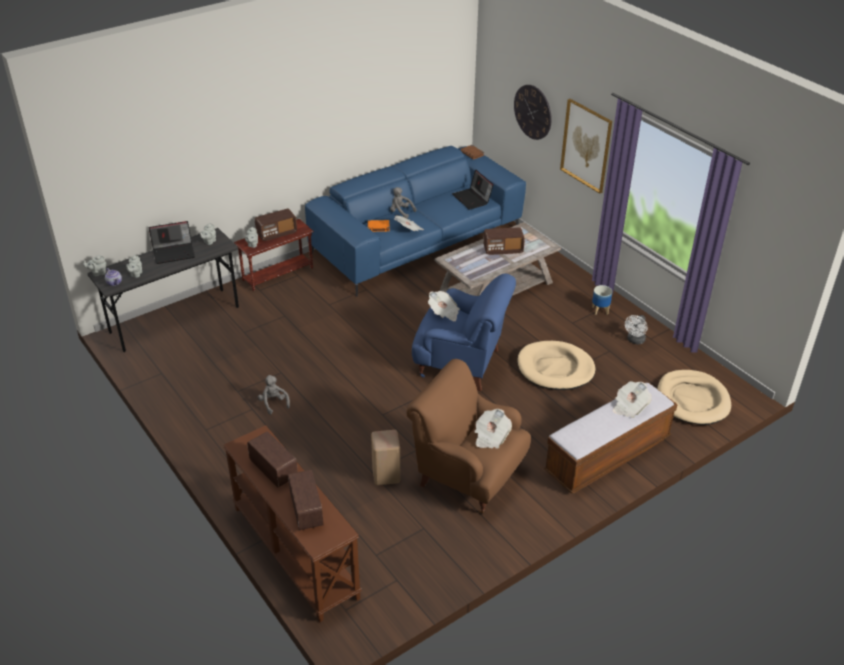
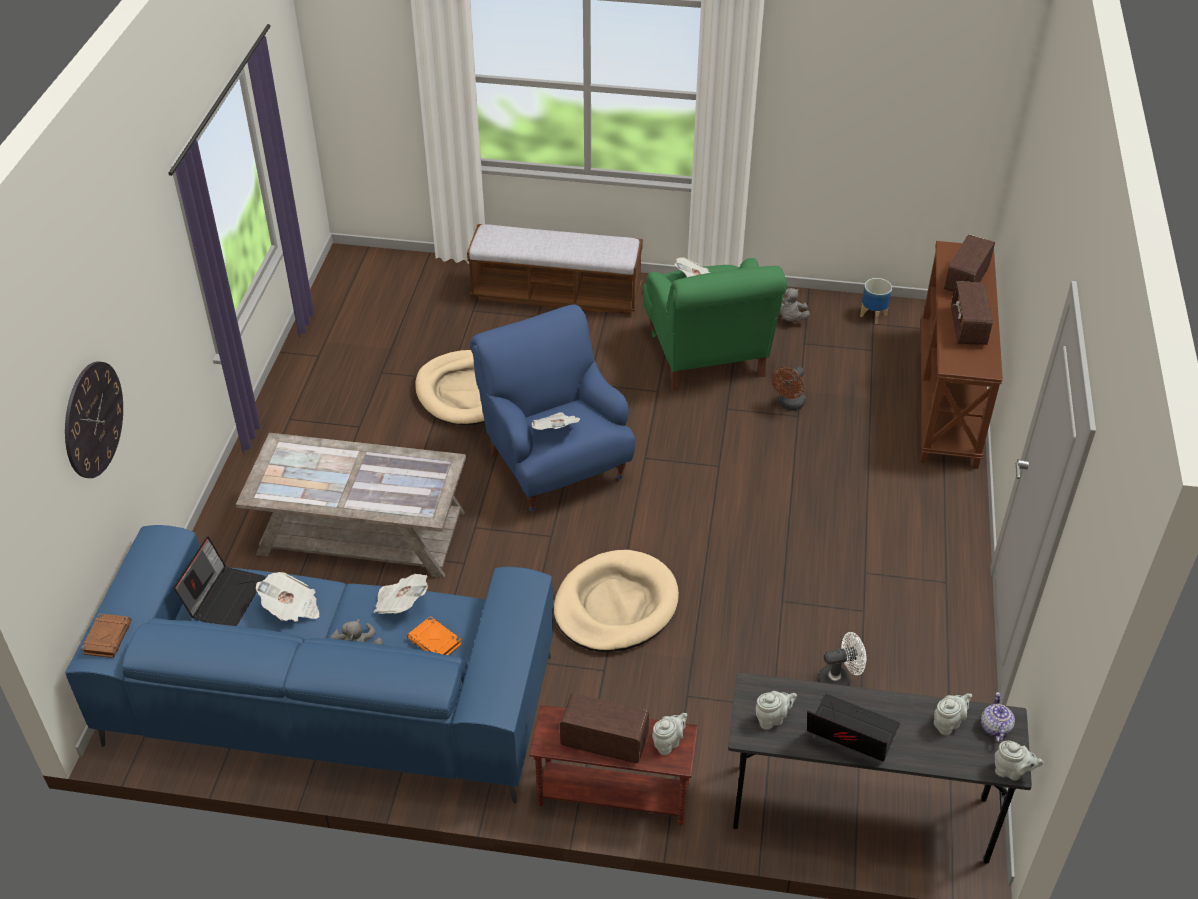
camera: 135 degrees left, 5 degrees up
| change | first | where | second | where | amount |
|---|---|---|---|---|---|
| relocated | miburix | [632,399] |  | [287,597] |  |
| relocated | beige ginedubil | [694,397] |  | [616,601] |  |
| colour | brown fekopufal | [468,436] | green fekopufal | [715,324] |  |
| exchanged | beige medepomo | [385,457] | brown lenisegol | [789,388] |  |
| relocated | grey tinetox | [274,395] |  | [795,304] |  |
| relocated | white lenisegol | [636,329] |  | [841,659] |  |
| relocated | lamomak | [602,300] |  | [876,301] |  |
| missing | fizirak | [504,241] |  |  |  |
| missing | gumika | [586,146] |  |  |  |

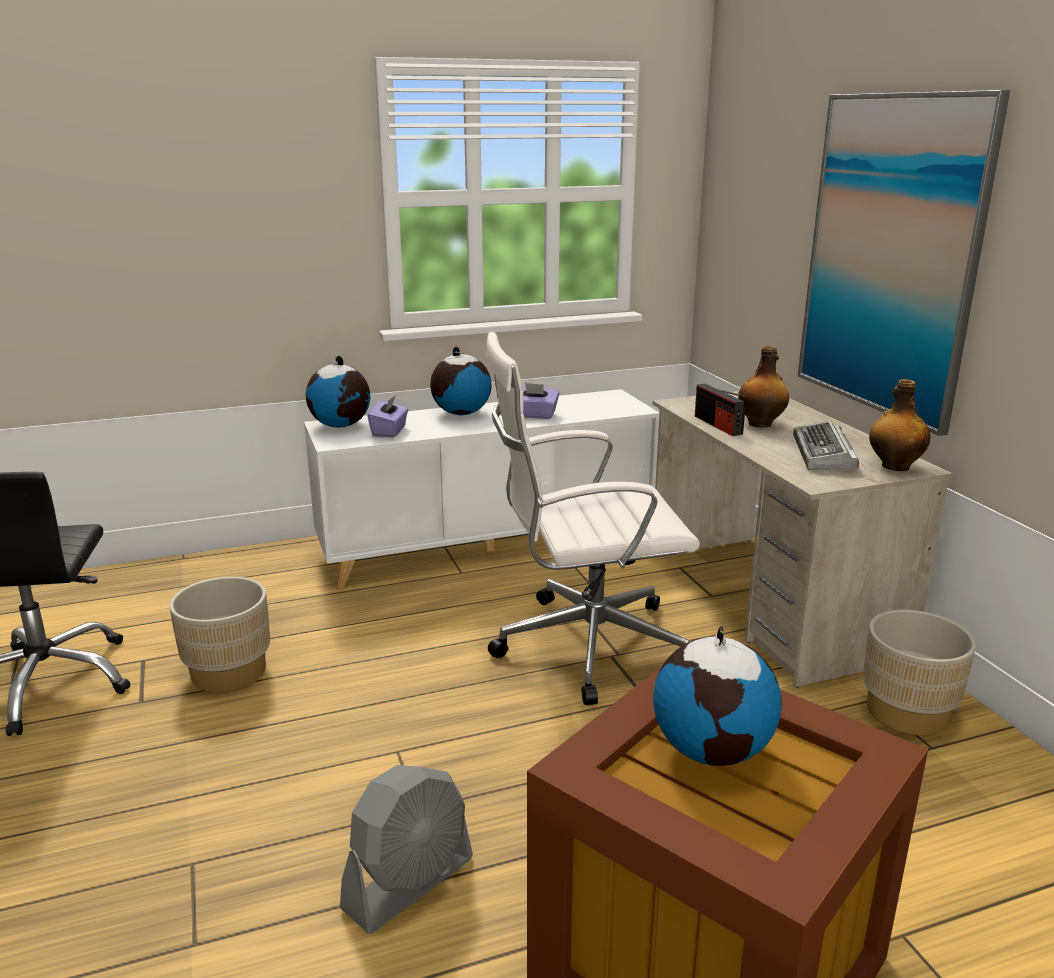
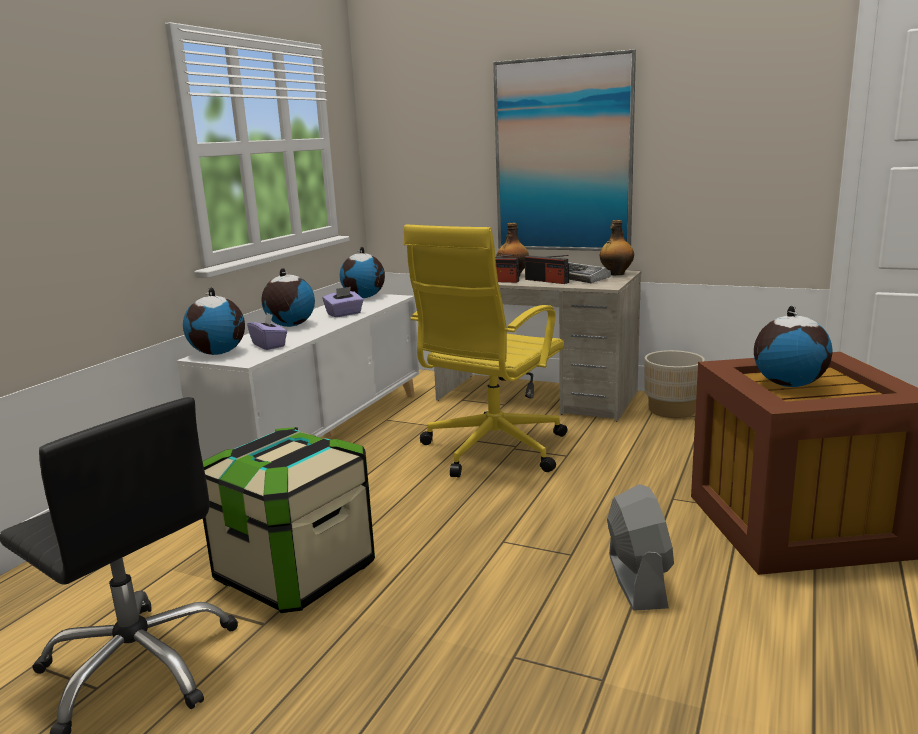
camera: 45 degrees left, 5 degrees down
| change | first | where | second | where | amount |
|---|---|---|---|---|---|
| exchanged | beige lamomak | [219,634] | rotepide | [289,520] |  |
| appeared |  |  | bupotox | [362,272] |  |
| colour | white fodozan | [593,518] | yellow fodozan | [485,351] |  |
| appeared |  |  | fizirak | [547,269] |  |

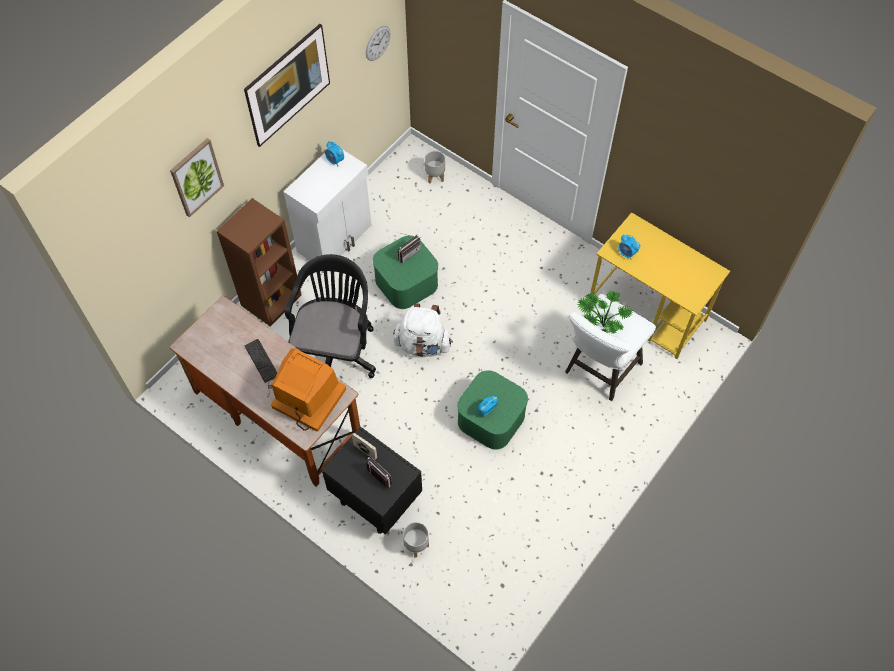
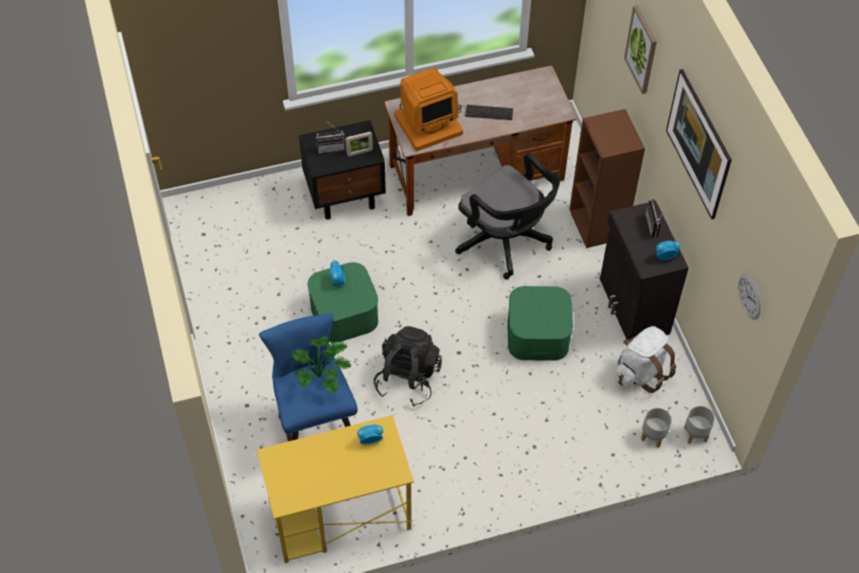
camera: 125 degrees right, 5 degrees down
| change | first | where | second | where | amount |
|---|---|---|---|---|---|
| colour | white medepomo | [610,347] | blue medepomo | [308,377] |  |
| appeared |  |  | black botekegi | [408,366] |  |
| colour | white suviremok | [327,204] | black suviremok | [644,271] |  |
| relocated | white botekegi | [423,330] |  | [645,359] |  |
| relocated | fizirak | [409,248] |  | [656,218] |  |
| relocated | grey lamomak | [416,539] |  | [699,425] |  |

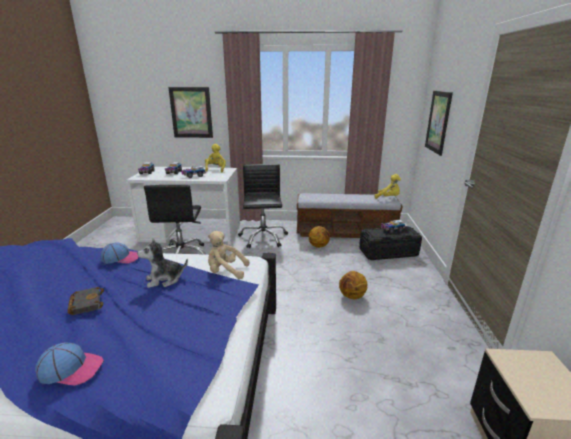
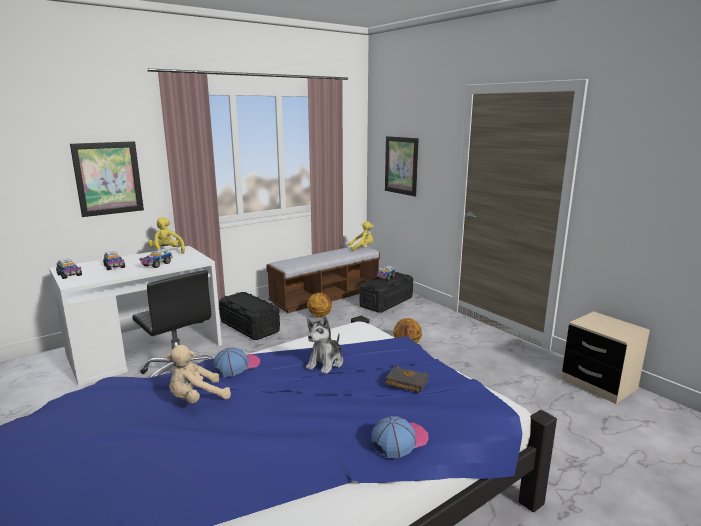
camera: 40 degrees left, 5 degrees down
| change | first | where | second | where | amount |
|---|---|---|---|---|---|
| relocated | beige tinetox | [228,255] |  | [198,374] |  |
| exchanged | black fodozan | [263,206] | black rotepide | [249,316] |  |
| relocated | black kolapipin | [86,301] |  | [407,379] |  |

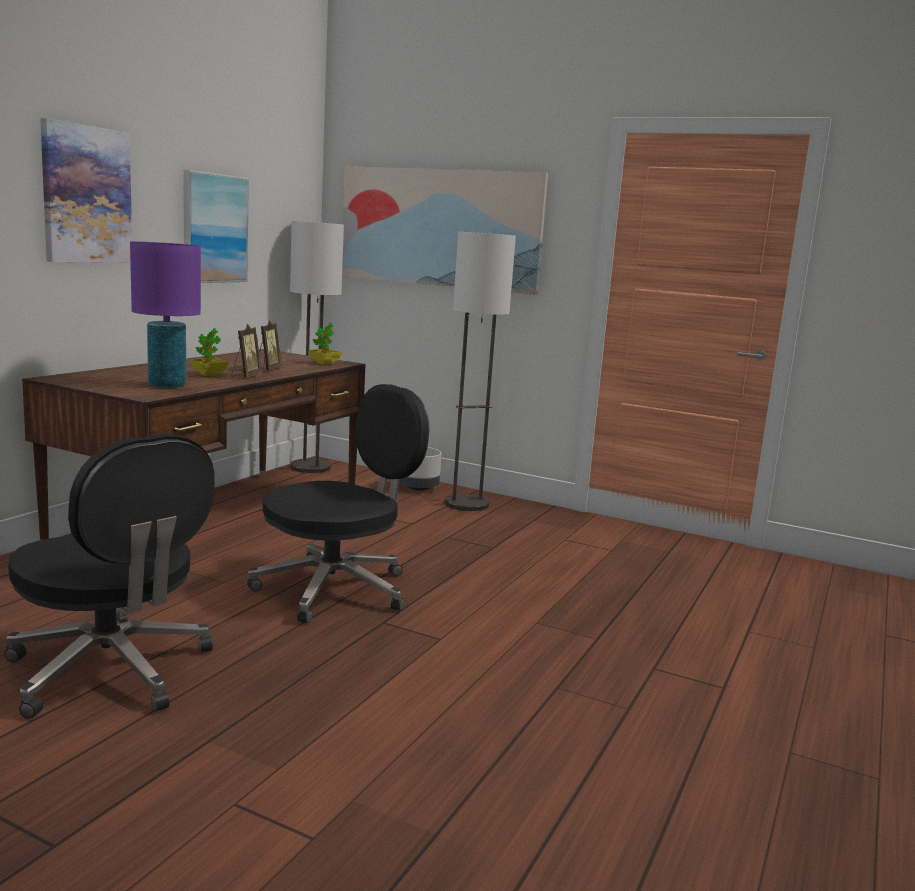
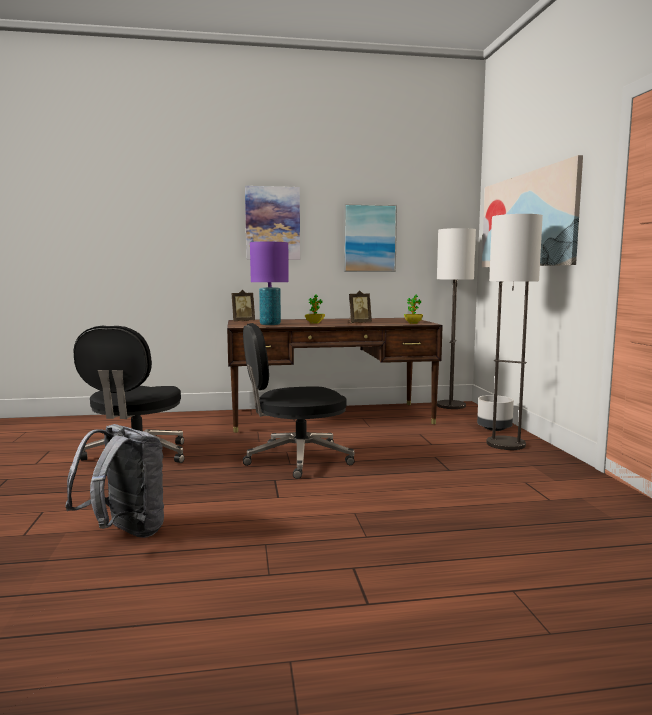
camera: 55 degrees right, 5 degrees down
| change | first | where | second | where | amount |
|---|---|---|---|---|---|
| appeared |  |  | grey botekegi | [114,481] |  |
| relocated | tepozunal | [246,351] |  | [243,305] |  |
| spun | black fodozan | [338,503] |  | [299,401] | 150 degrees clockwise |

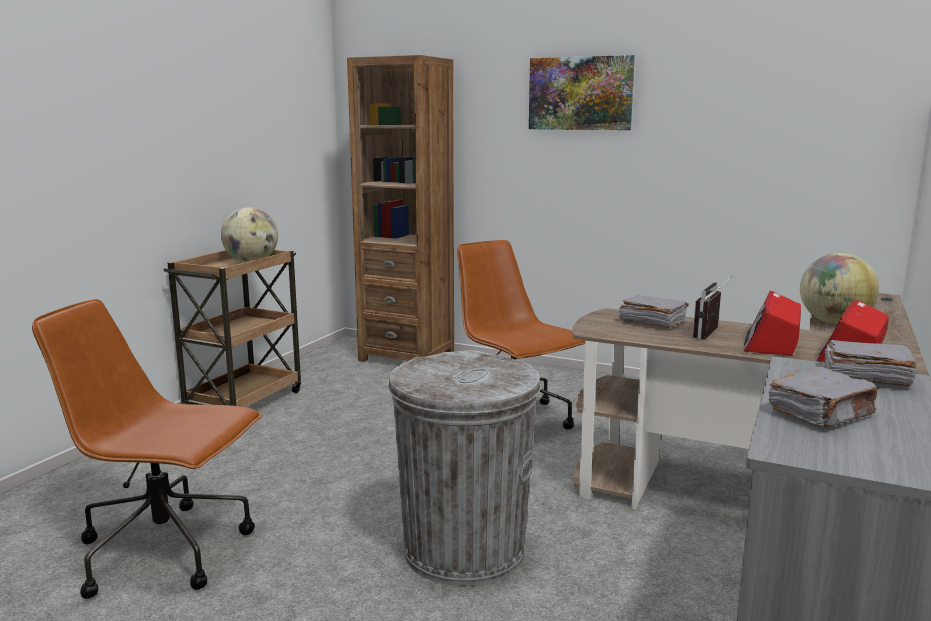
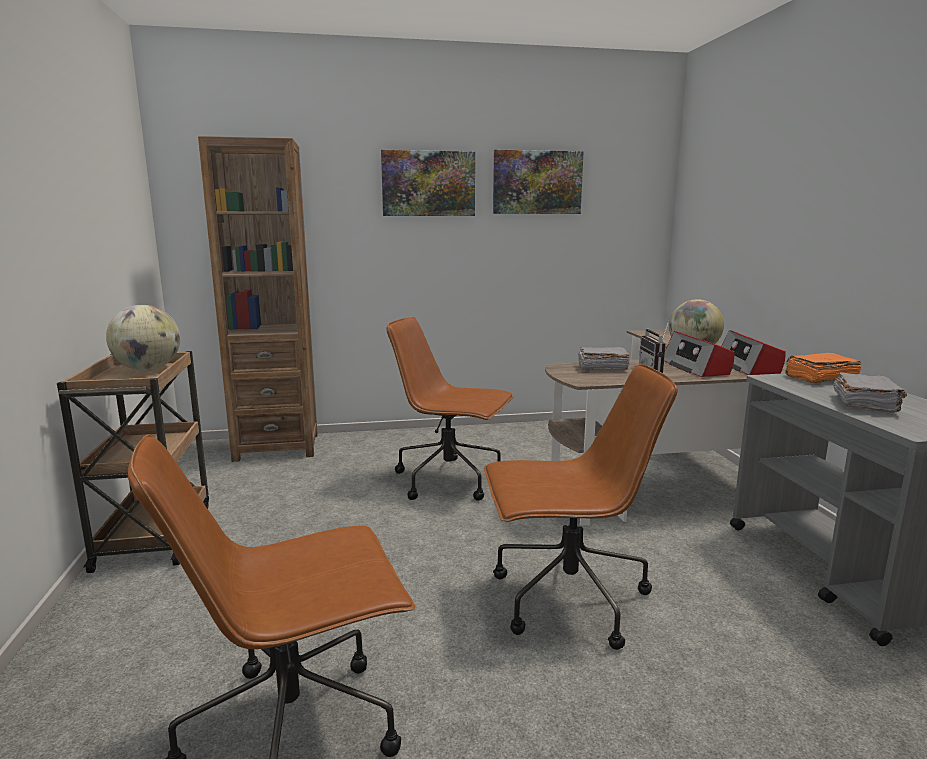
camera: 35 degrees left, 0 degrees up
| change | first | where | second | where | amount |
|---|---|---|---|---|---|
| exchanged | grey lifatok | [464,468] | brown fodozan | [581,507] |  |
| appeared |  |  | gumika | [538,182] |  |
| colour | grey kolapipin | [870,363] | orange kolapipin | [823,368] |  |

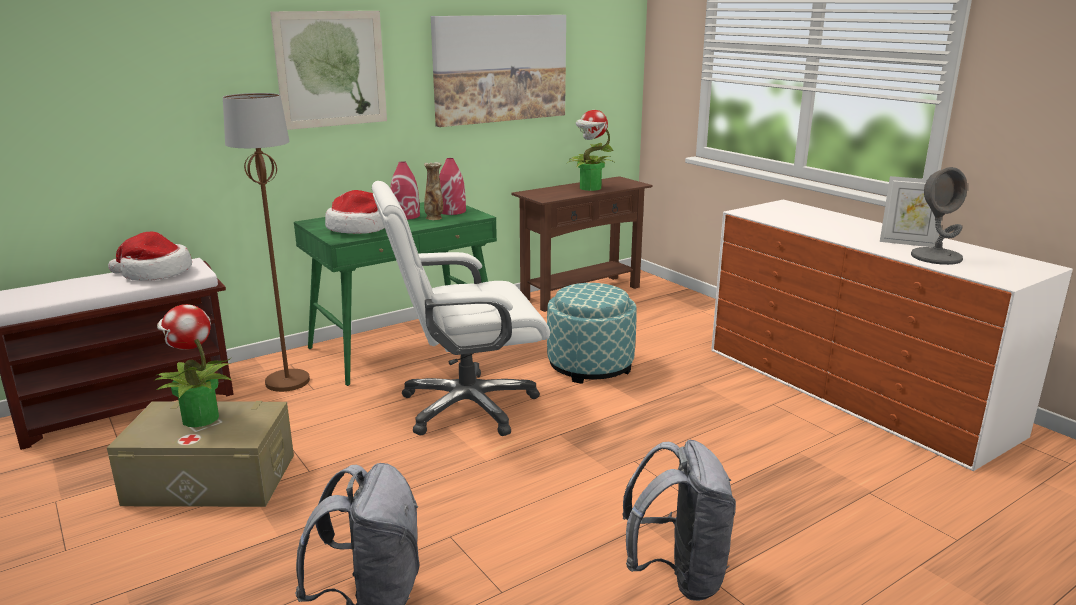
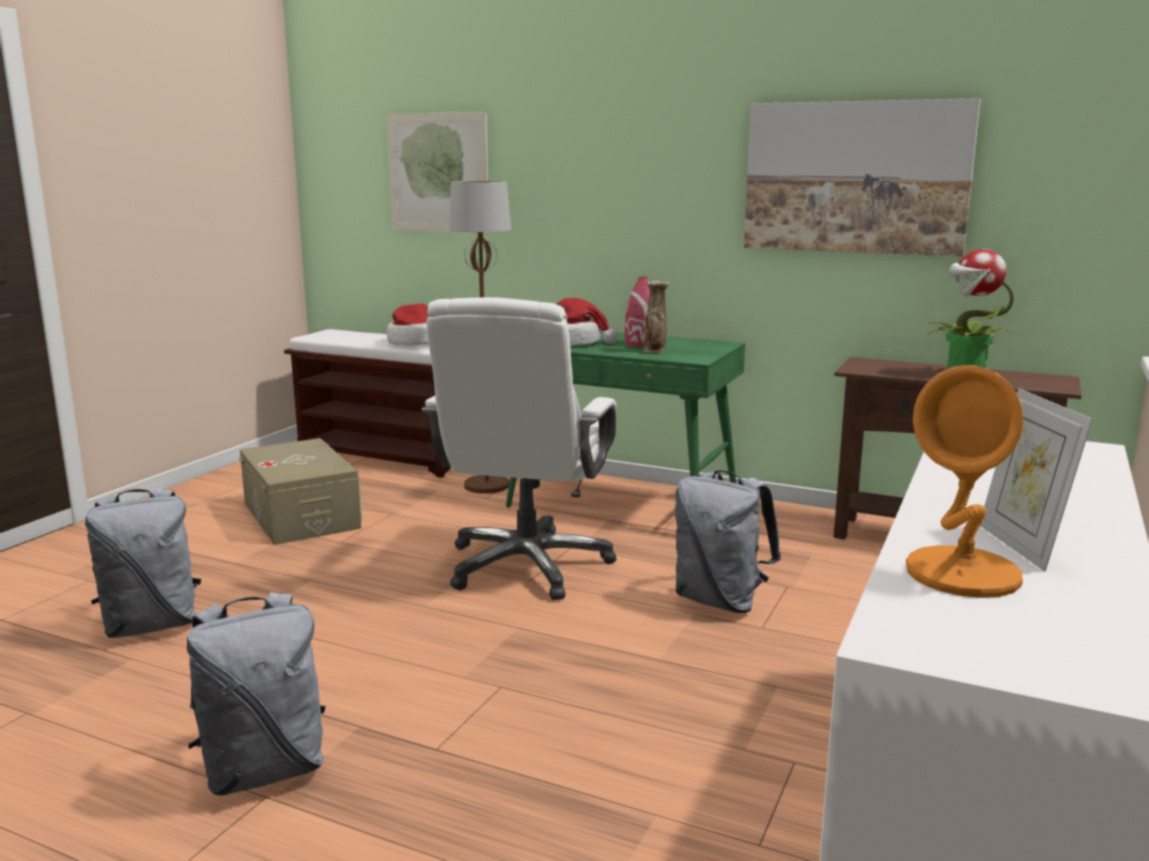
camera: 60 degrees right, 5 degrees down
| change | first | where | second | where | amount |
|---|---|---|---|---|---|
| relocated | gumika | [328,70] |  | [438,173] |  |
| spun | white fodozan | [461,308] |  | [519,448] | 120 degrees counterclockwise |
| exchanged | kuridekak | [592,333] | grey botekegi | [728,542] |  |
| colour | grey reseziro | [939,216] | orange reseziro | [964,481] |  |
| missing | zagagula | [193,365] |  |  |  |
| missing | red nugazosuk | [452,186] |  |  |  |

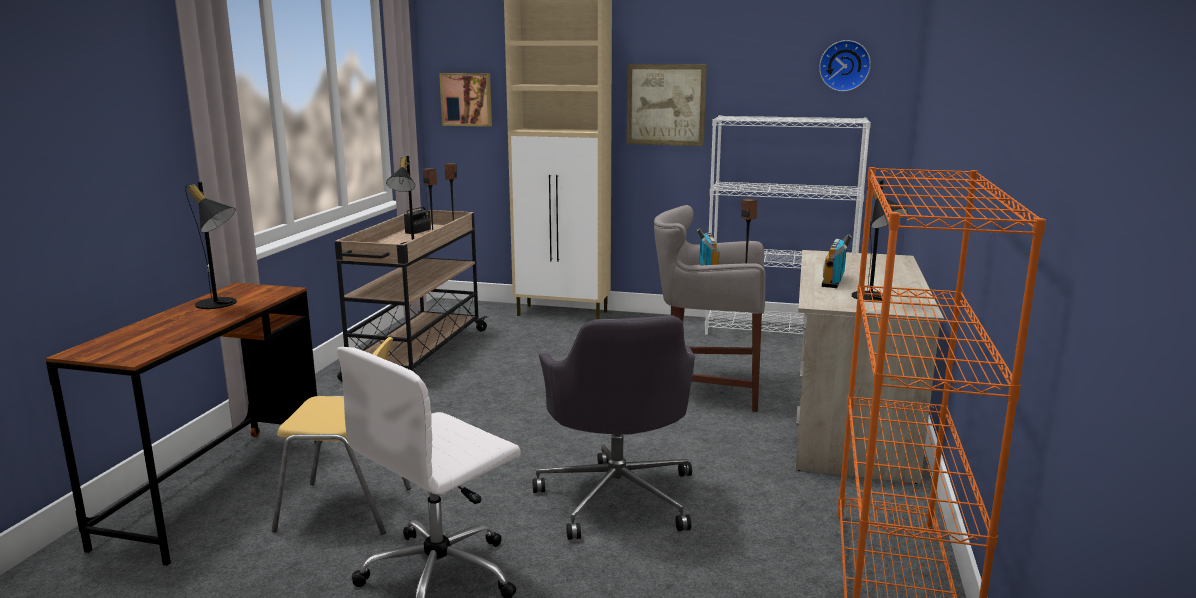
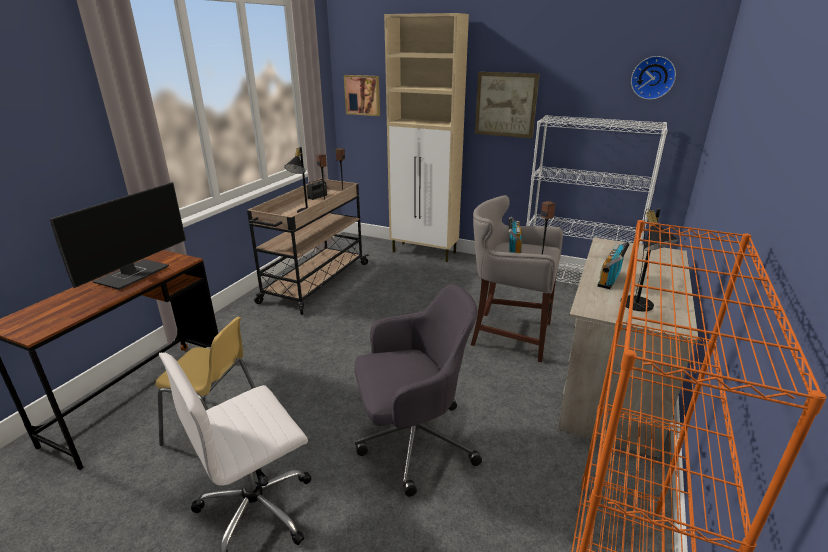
camera: 10 degrees right, 10 degrees up
| change | first | where | second | where | amount |
|---|---|---|---|---|---|
| exchanged | black reseziro | [211,245] | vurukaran | [118,236] |  |
| spun | grey fodozan | [613,427] |  | [418,390] | 105 degrees counterclockwise |

